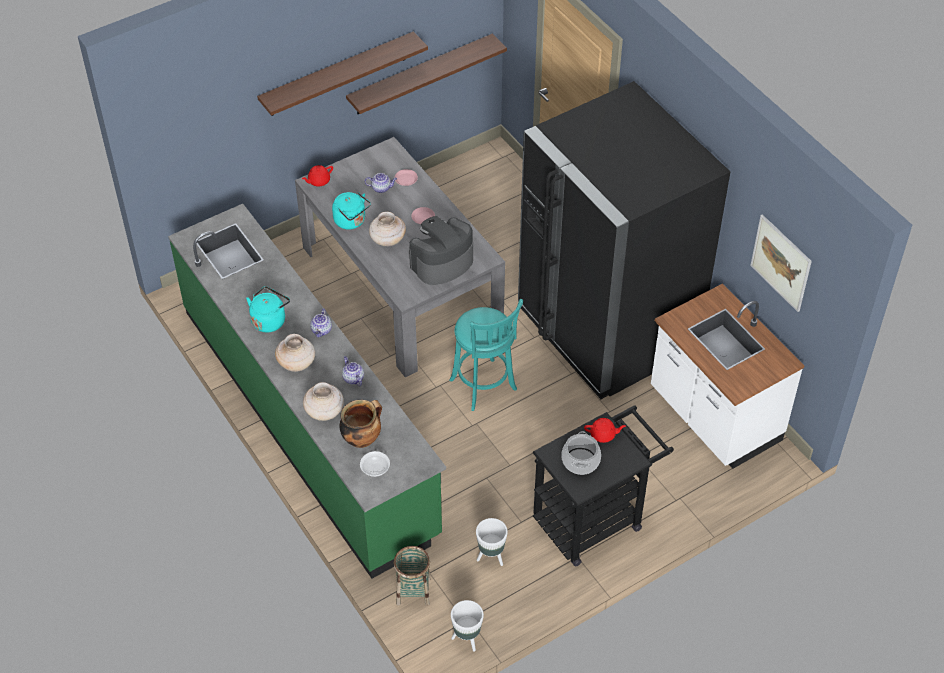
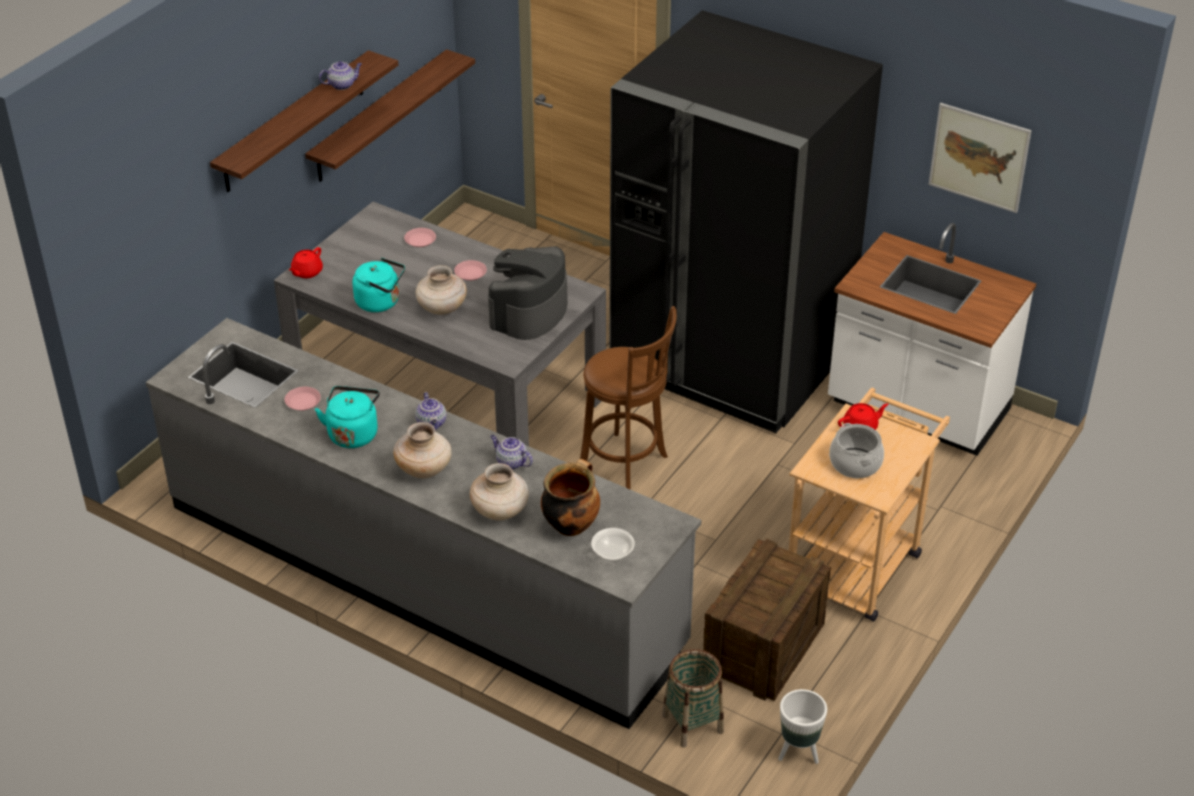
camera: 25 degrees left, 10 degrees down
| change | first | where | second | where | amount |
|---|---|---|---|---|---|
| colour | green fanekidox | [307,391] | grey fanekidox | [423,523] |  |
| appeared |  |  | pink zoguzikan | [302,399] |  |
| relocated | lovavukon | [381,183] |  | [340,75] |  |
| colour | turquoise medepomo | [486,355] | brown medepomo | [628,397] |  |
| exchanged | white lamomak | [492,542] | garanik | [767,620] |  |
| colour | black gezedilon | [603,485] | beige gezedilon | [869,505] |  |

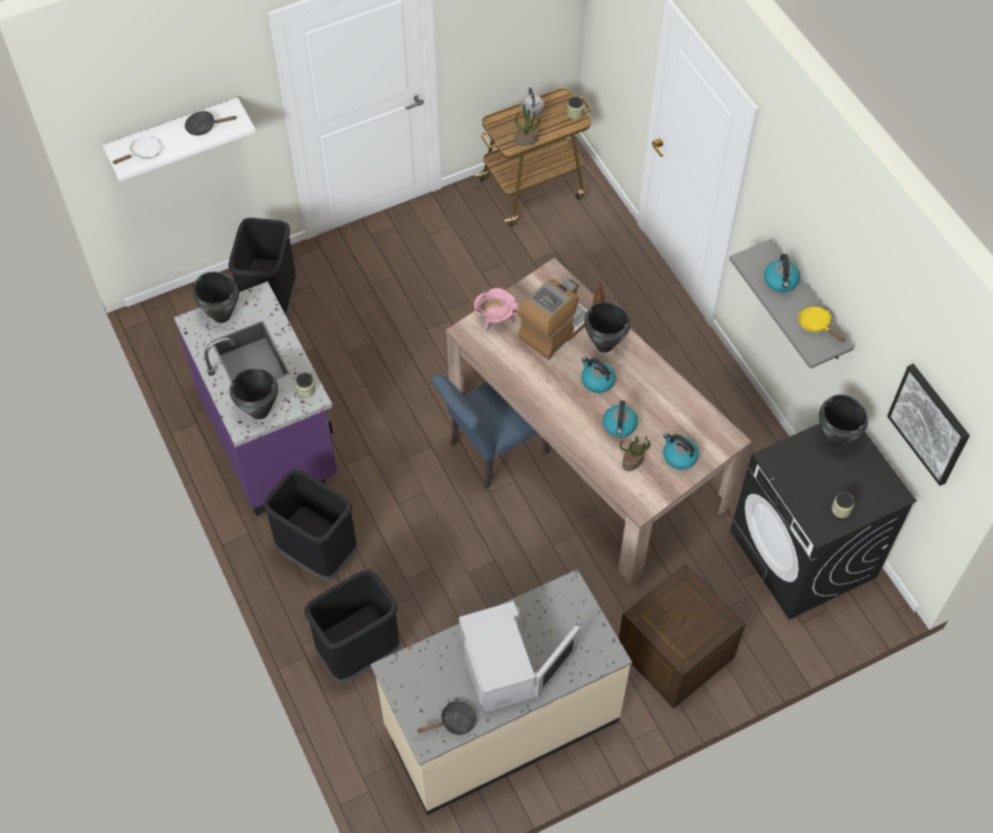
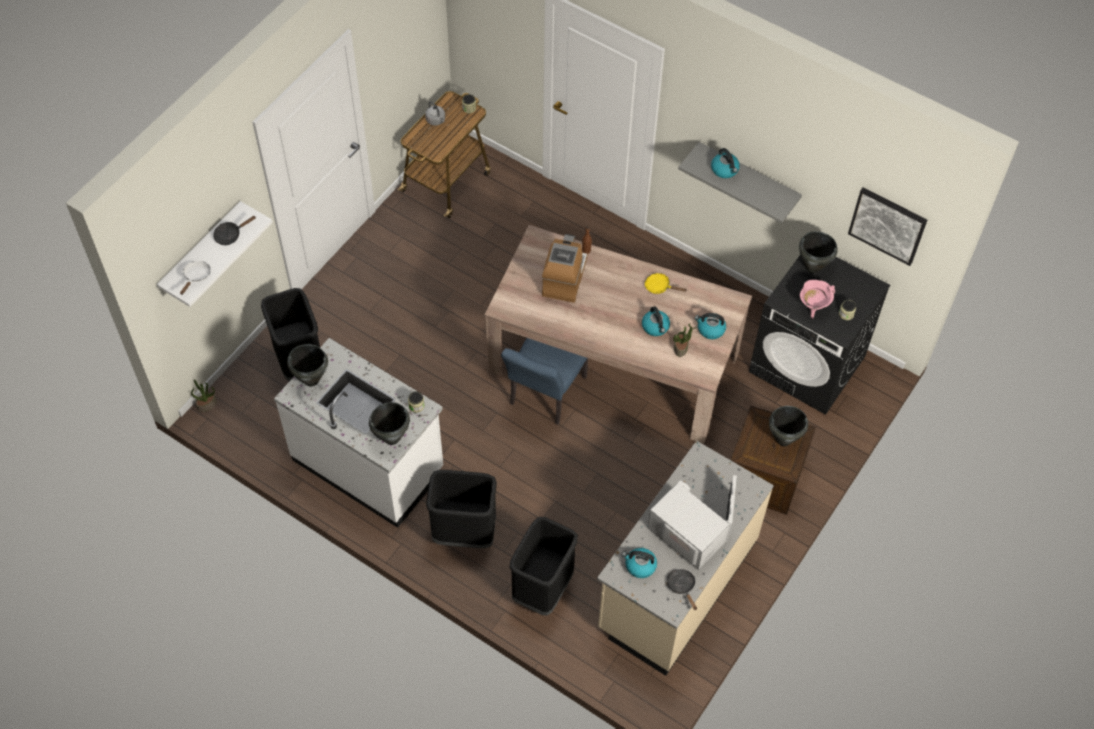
camera: 30 degrees left, 0 degrees up
| change | first | where | second | where | amount |
|---|---|---|---|---|---|
| relocated | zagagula | [527,124] |  | [204,395] |  |
| colour | purple fanekidox | [255,398] | white fanekidox | [358,433] |  |
| relocated | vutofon | [598,375] |  | [639,563] |  |
| relocated | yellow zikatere | [821,324] |  | [666,283] |  |
| spun | black zikatere | [447,718] |  | [682,589] | 60 degrees counterclockwise |
| relocated | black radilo | [607,327] |  | [788,426] |  |
| relocated | pink radilo | [496,309] |  | [817,299] |  |

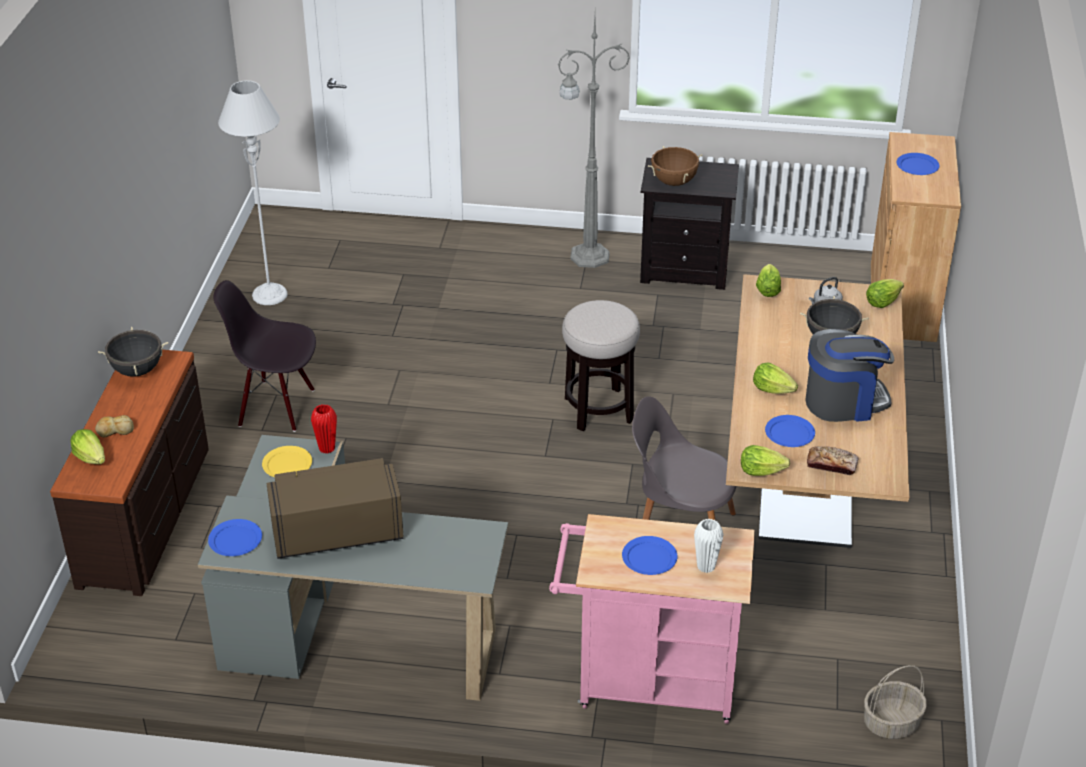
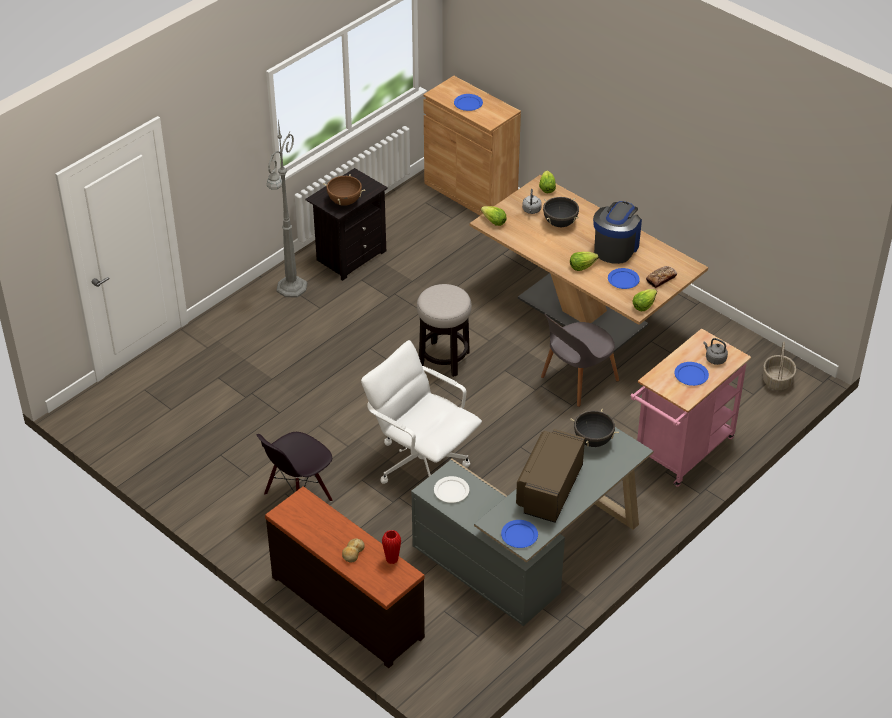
camera: 55 degrees left, 5 degrees up
| change | first | where | second | where | amount |
|---|---|---|---|---|---|
| appeared |  |  | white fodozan | [421,412] |  |
| relocated | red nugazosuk | [324,428] |  | [391,547] |  |
| colour | yellow zoguzikan | [287,461] | white zoguzikan | [451,489] |  |
| relocated | black radilo | [133,352] |  | [594,427] |  |
| exchanged | white nugazosuk | [709,546] | grey vutofon | [715,351] |  |
| missing | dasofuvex | [87,446] |  |  |  |
| missing | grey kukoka | [253,192] |  |  |  |

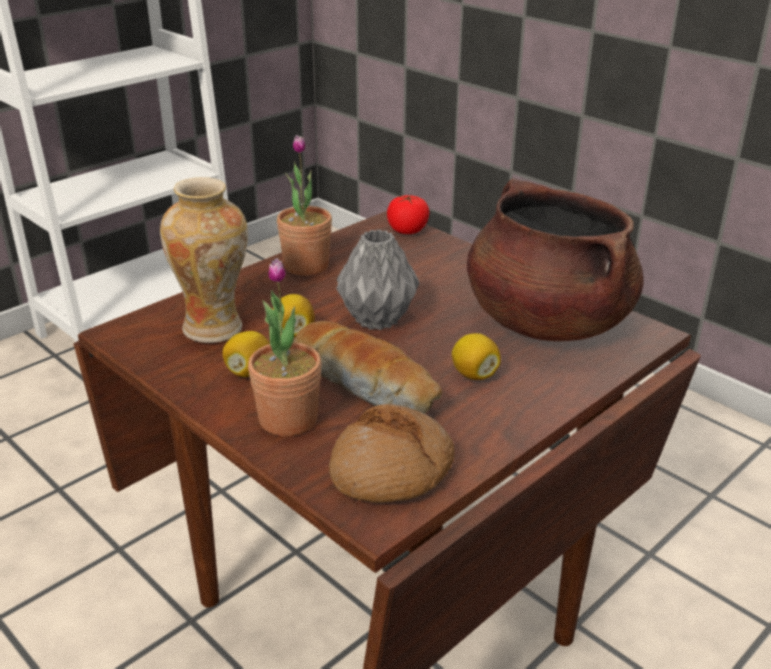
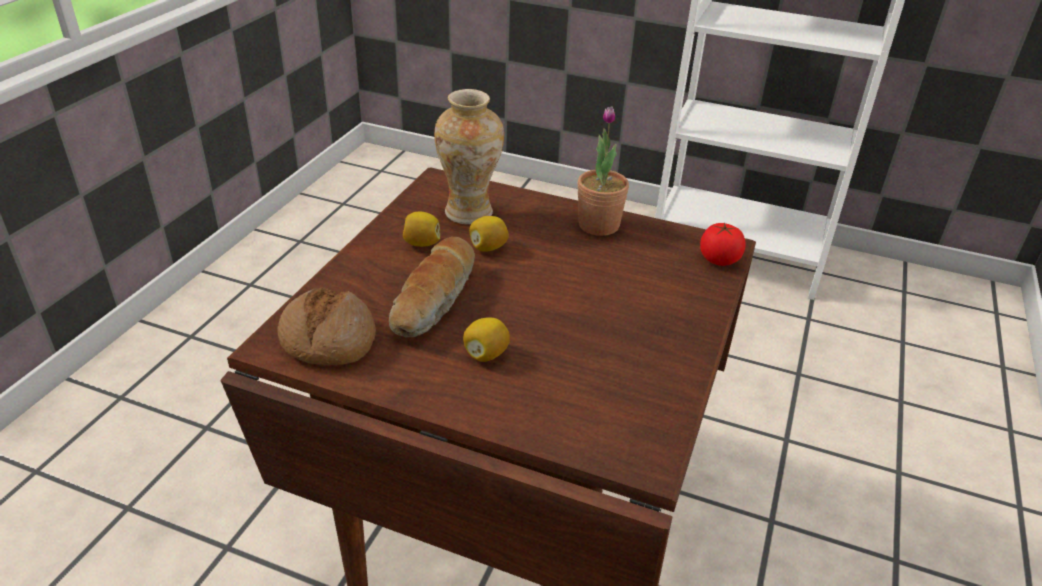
camera: 65 degrees right, 5 degrees up
| change | first | where | second | where | amount |
|---|---|---|---|---|---|
| missing | zagagula | [285,347] |  |  |  |
| missing | grey nugazosuk | [378,280] |  |  |  |
| missing | brown radilo | [555,259] |  |  |  |

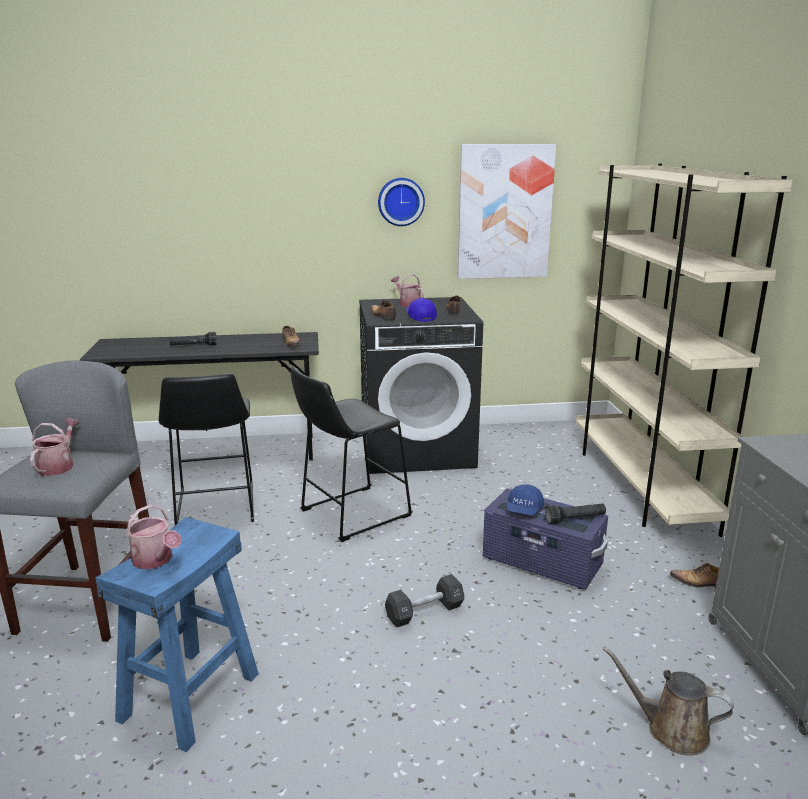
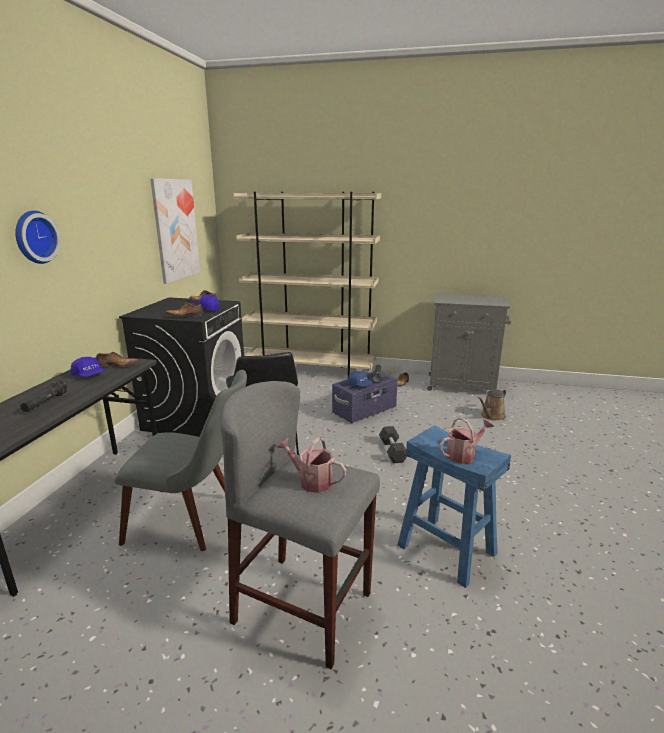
camera: 70 degrees left, 0 degrees up
| change | first | where | second | where | amount |
|---|---|---|---|---|---|
| relocated | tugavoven | [401,202] |  | [38,237] |  |
| appeared |  |  | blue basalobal | [88,367] |  |
| exchanged | black medepomo | [206,449] | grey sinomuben | [181,460] |  |
| missing | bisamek | [407,291] |  |  |  |

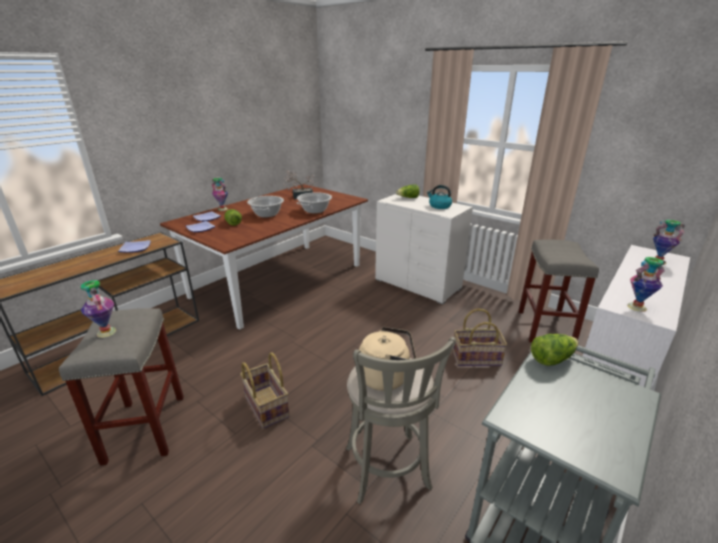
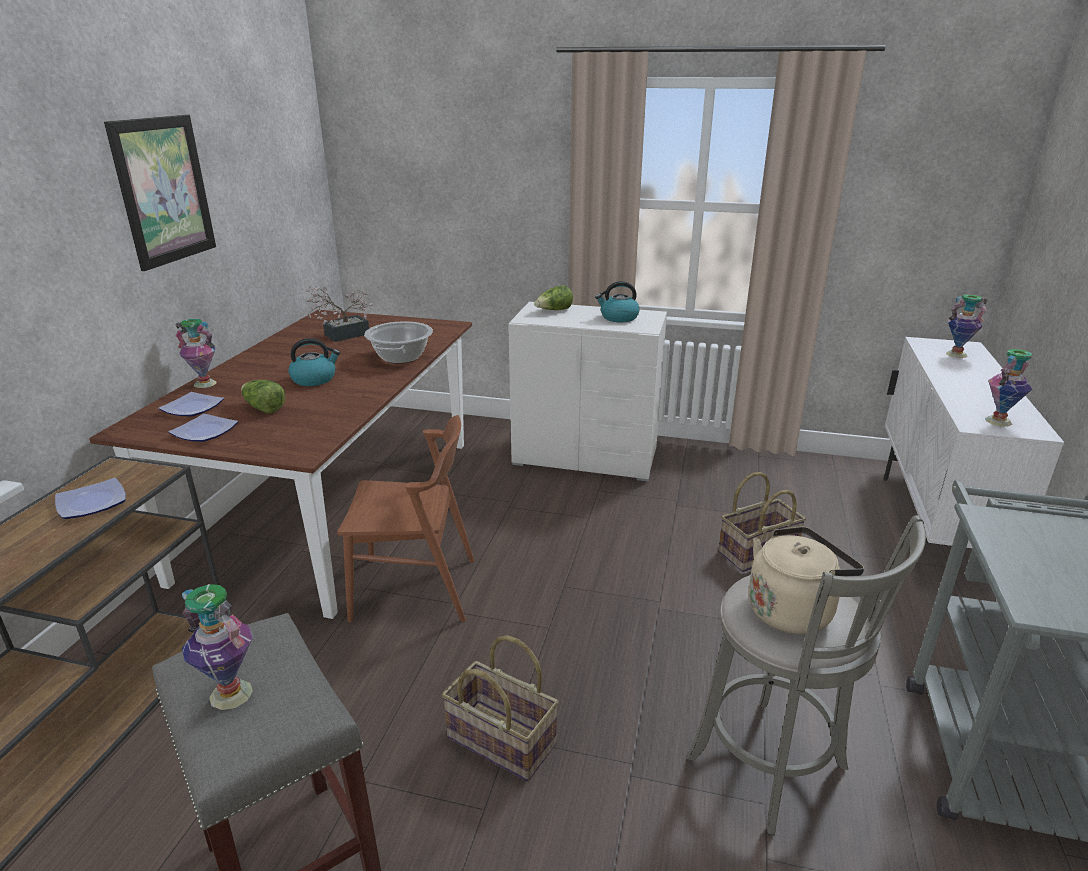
camera: 25 degrees left, 0 degrees up
| change | first | where | second | where | amount |
|---|---|---|---|---|---|
| appeared |  |  | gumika | [160,193] |  |
| exchanged | radilo | [265,207] | vutofon | [314,362] |  |
| appeared |  |  | brown sinomuben | [405,518] |  |
| missing | grey medepomo | [558,290] |  |  |  |
| missing | dasofuvex | [554,350] |  |  |  |

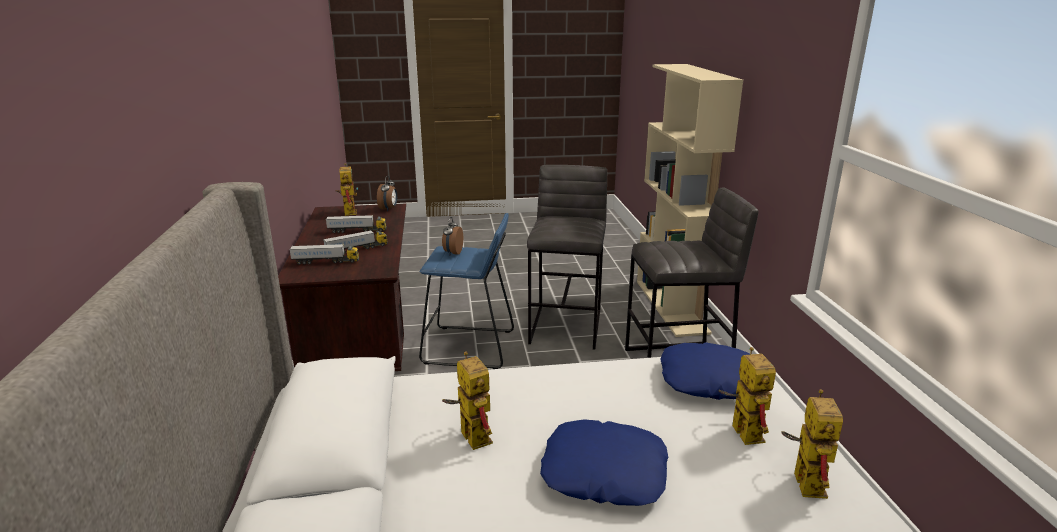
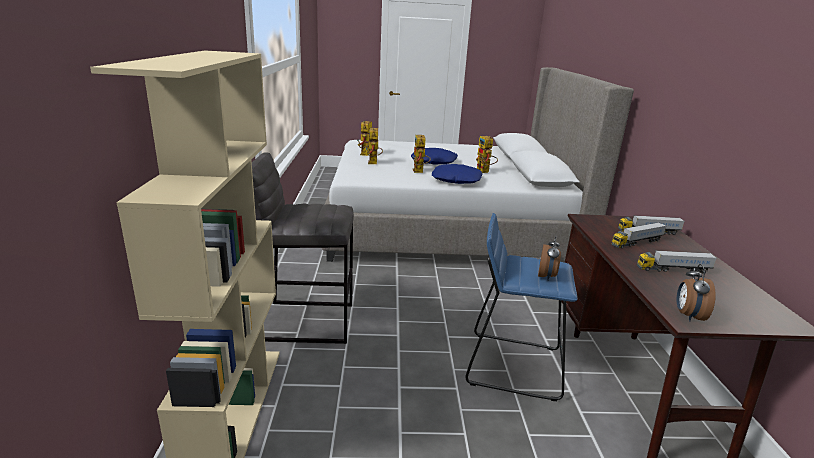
camera: 175 degrees left, 0 degrees up
| change | first | where | second | where | amount |
|---|---|---|---|---|---|
| relocated | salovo | [347,189] |  | [422,154] |  |
| relocated | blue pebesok | [705,371] |  | [457,174] |  |
| missing | grey medepomo | [567,257] |  |  |  |

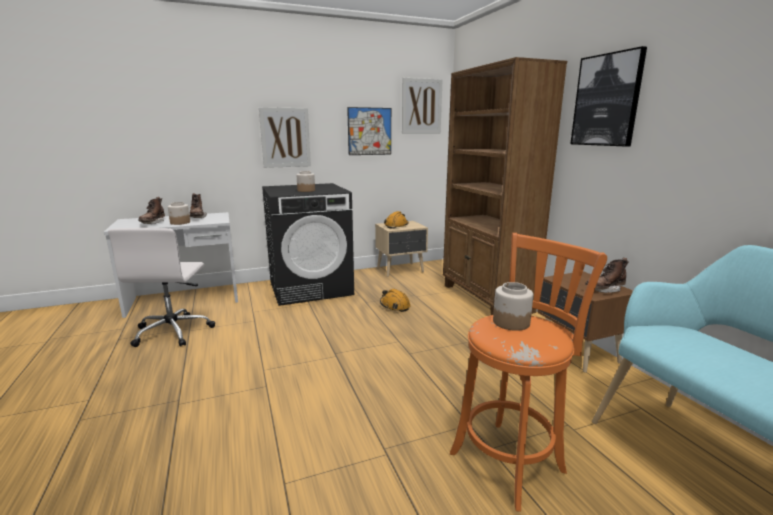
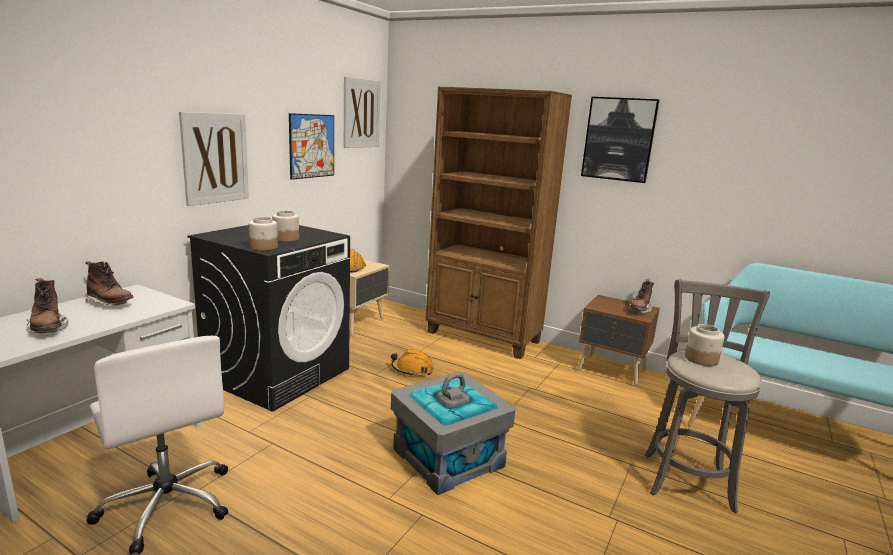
camera: 40 degrees left, 0 degrees up
| change | first | where | second | where | amount |
|---|---|---|---|---|---|
| relocated | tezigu | [179,213] |  | [263,234] |  |
| appeared |  |  | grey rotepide | [453,433] |  |
| colour | orange medepomo | [528,372] | grey medepomo | [707,396] |  |

